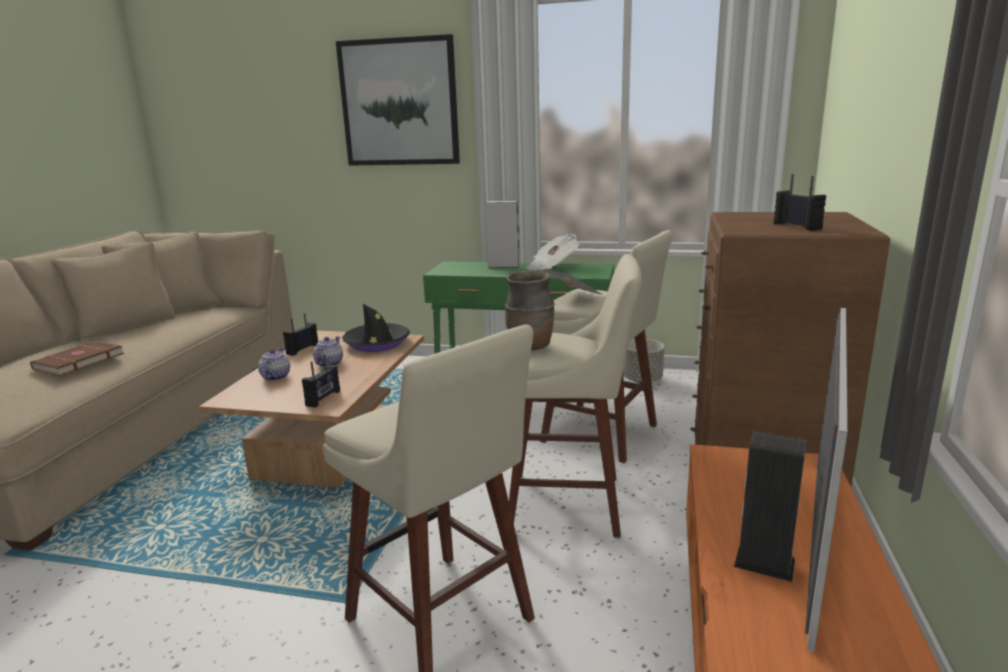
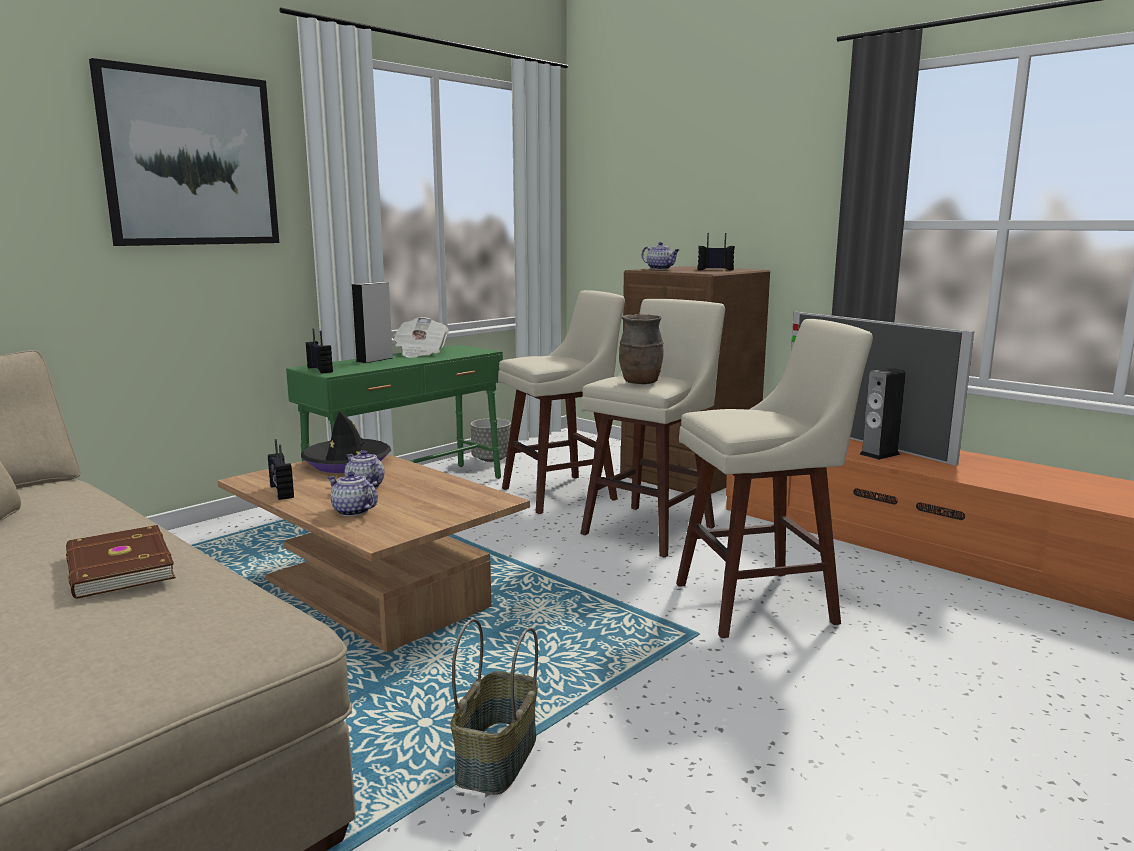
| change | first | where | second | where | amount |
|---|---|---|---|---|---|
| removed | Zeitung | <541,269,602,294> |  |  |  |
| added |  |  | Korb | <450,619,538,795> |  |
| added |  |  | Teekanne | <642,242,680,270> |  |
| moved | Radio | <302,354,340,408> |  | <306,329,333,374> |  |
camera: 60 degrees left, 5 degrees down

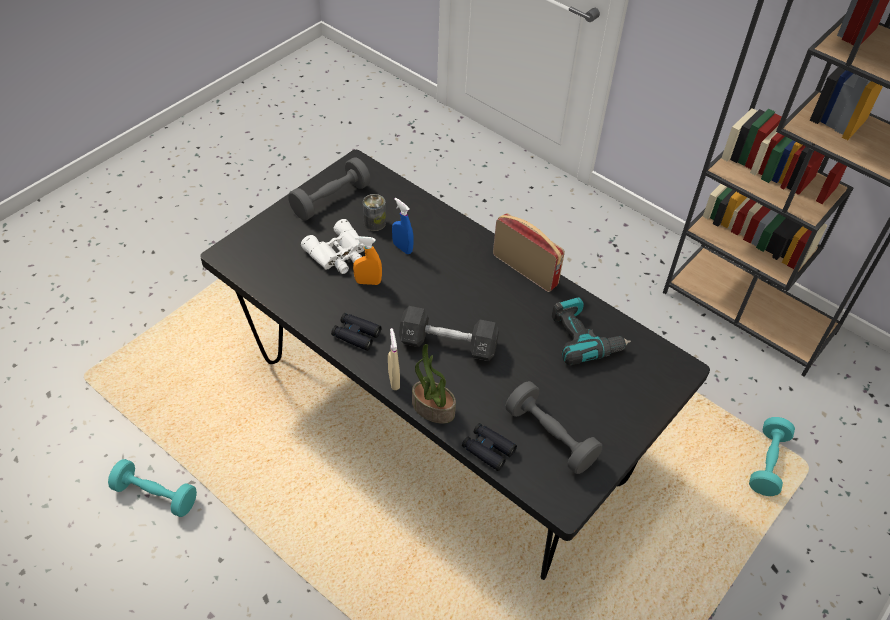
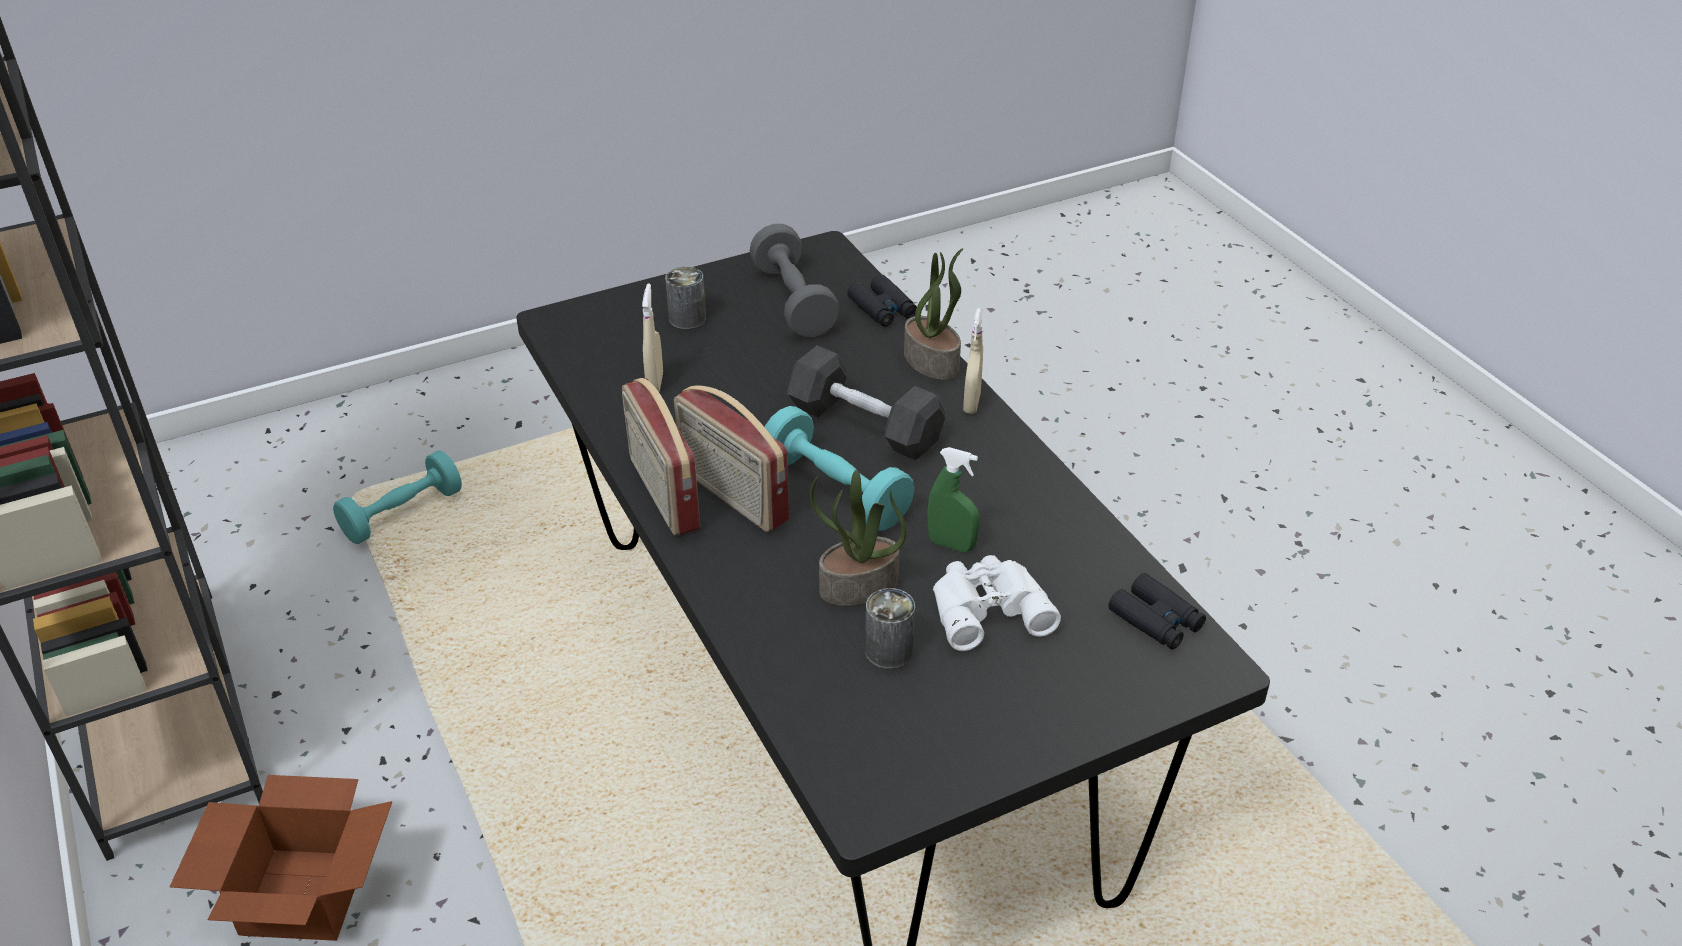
| change | first | where | second | where | amount |
|---|---|---|---|---|---|
| removed | Hantel/grau | <288,158,371,220> |  |  |  |
| added |  |  | Karton | <170,775,393,941> |  |
| added |  |  | Dose | <665,266,706,329> |  |
| added |  |  | Radio | <674,386,789,532> |  |
| moved | Hantel/türkis | <108,459,197,517> |  | <765,406,914,531> |  |
| moved | Fernglas/schwarz | <331,313,381,351> |  | <1108,573,1206,649> |  |
| replaced | Sprühflasche/blau | <392,198,414,254> | Topfpflanze | <810,470,907,606> |  |
| replaced | Bohrmaschine | <552,297,631,365> | Sprühflasche/beige | <642,284,663,392> |  |
| recoloured | Sprühflasche/orange | <353,236,382,285> | Sprühflasche/grün | <927,447,980,552> |  |
camera: 155 degrees left, 10 degrees down

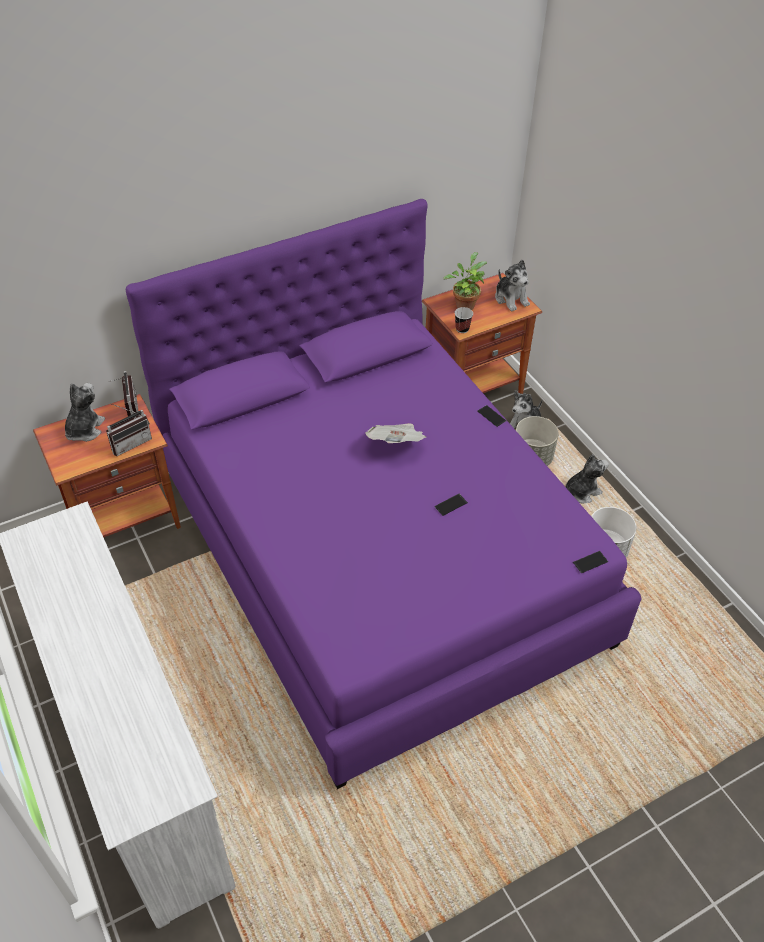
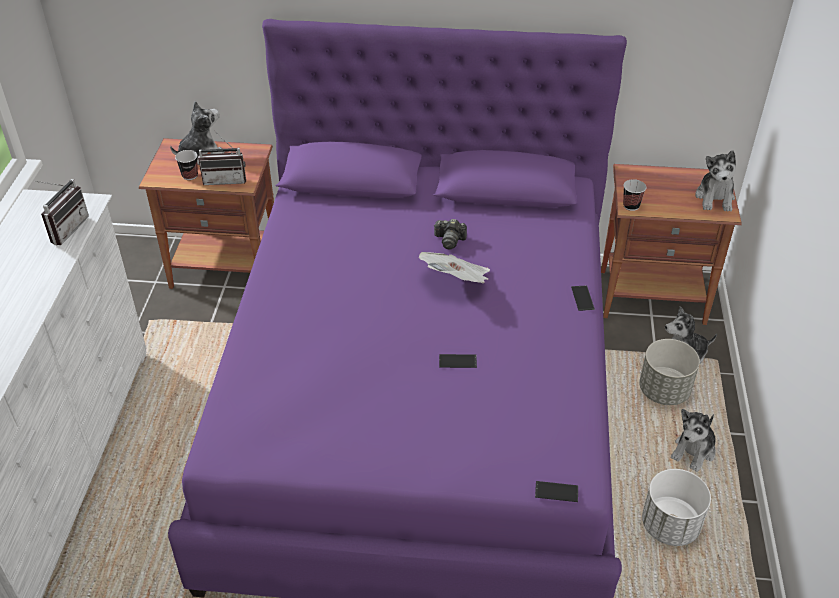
| change | first | where | second | where | amount |
|---|---|---|---|---|---|
| removed | Topfpflanze | <443,252,487,310> |  |  |  |
| added |  |  | Tasse | <175,150,198,180> |  |
| added |  |  | Kamera | <433,219,467,250> |  |
| moved | Radio | <108,371,138,416> |  | <35,179,89,245> |  |
| turned | Plüschtier | <565,454,609,504> |  | <671,409,716,472> | 120 degrees clockwise |
camera: 35 degrees right, 5 degrees down

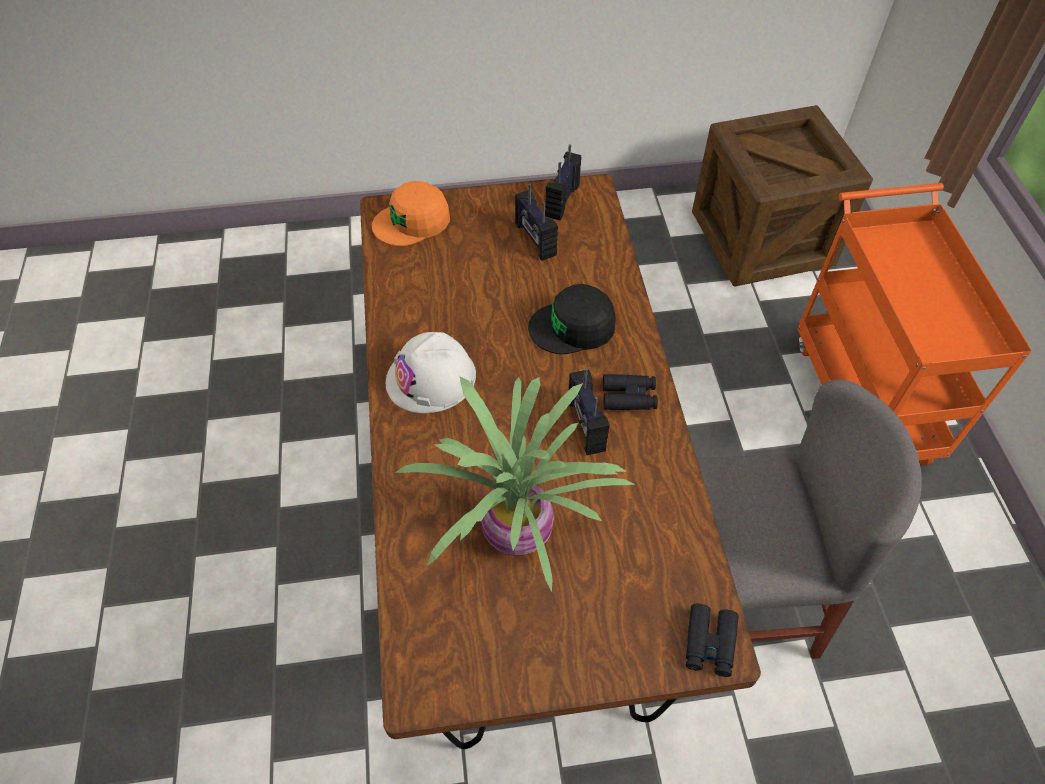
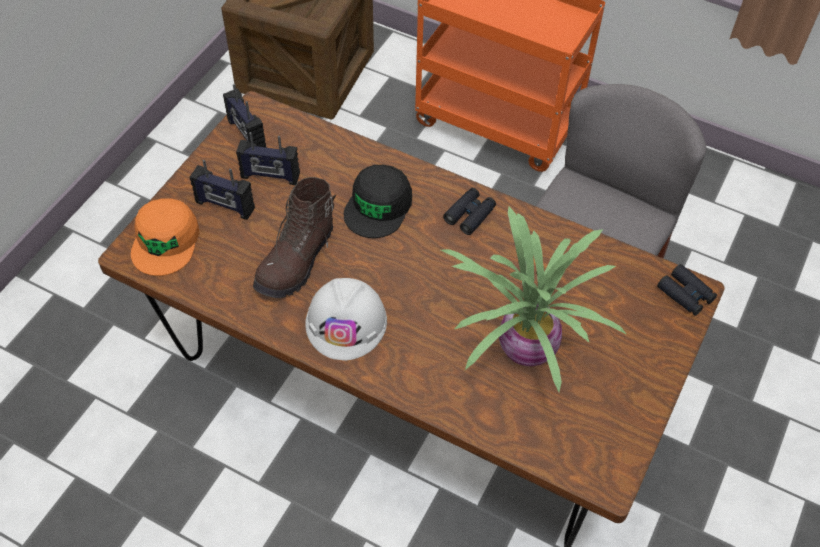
| change | first | where | second | where | amount |
|---|---|---|---|---|---|
| added |  |  | Stiefel/braun | <253,177,336,298> |  |
| moved | Radio | <568,368,610,455> |  | <190,160,255,220> |  |
camera: 55 degrees left, 0 degrees up

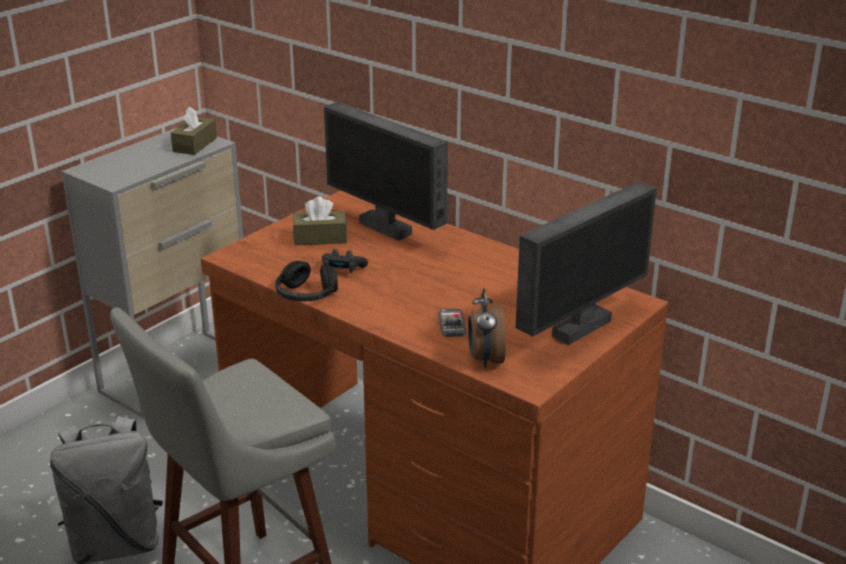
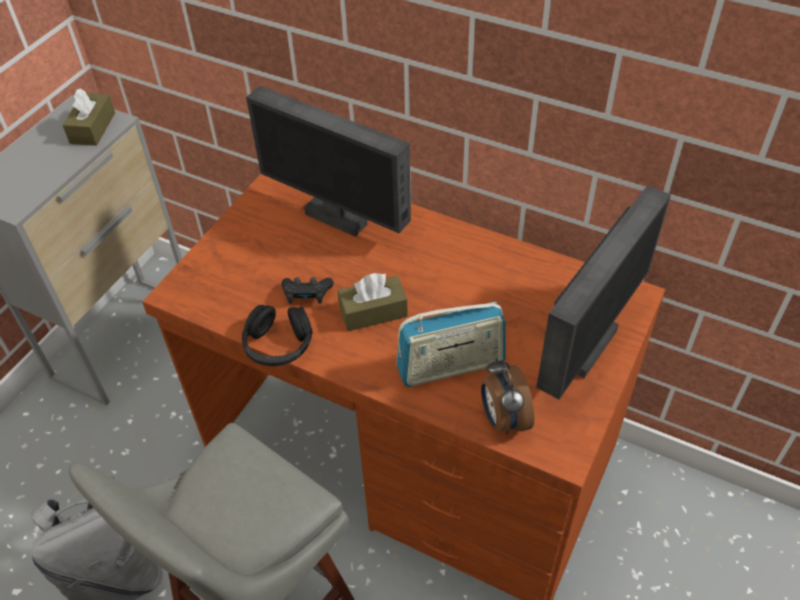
| change | first | where | second | where | amount |
|---|---|---|---|---|---|
| moved | Taschentuchbox/braun | <293,196,347,245> |  | <338,273,408,331> |  |
| replaced | Handy | <438,308,467,337> | Radio | <397,302,506,387> |  |
camera: 10 degrees left, 20 degrees up

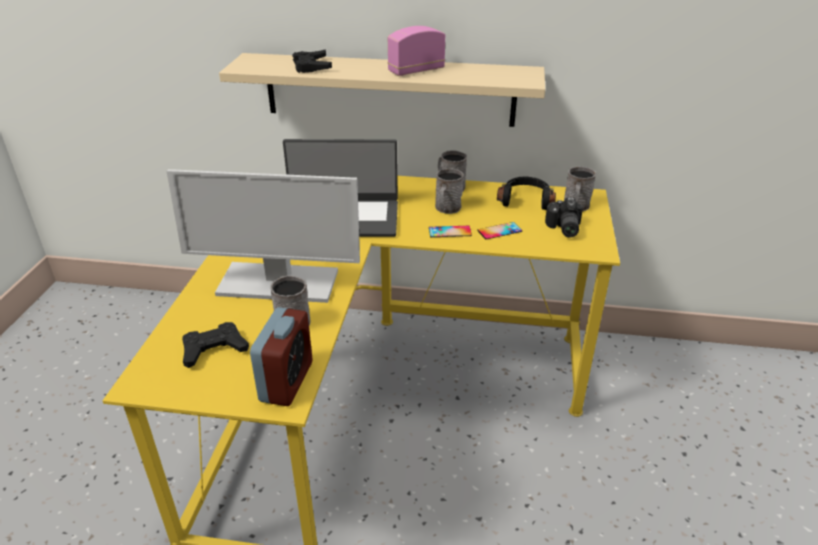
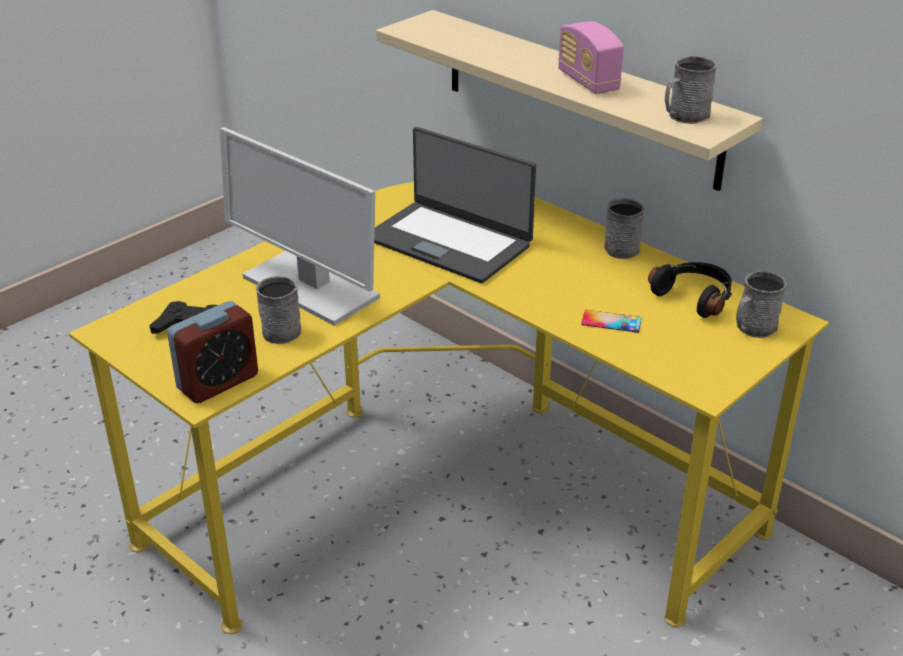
| change | first | where | second | where | amount |
|---|---|---|---|---|---|
| removed | Gamepad/schwarz | <292,49,332,73> |  |  |  |
| removed | Handy | <429,226,472,237> |  |  |  |
| removed | Kamera | <545,197,583,238> |  |  |  |
| moved | Henkelbecher/grau | <435,169,464,214> |  | <665,56,717,124> |  |
| turned | Radio | <388,26,445,76> |  | <558,21,624,94> | 120 degrees counterclockwise |
camera: 35 degrees right, 0 degrees up

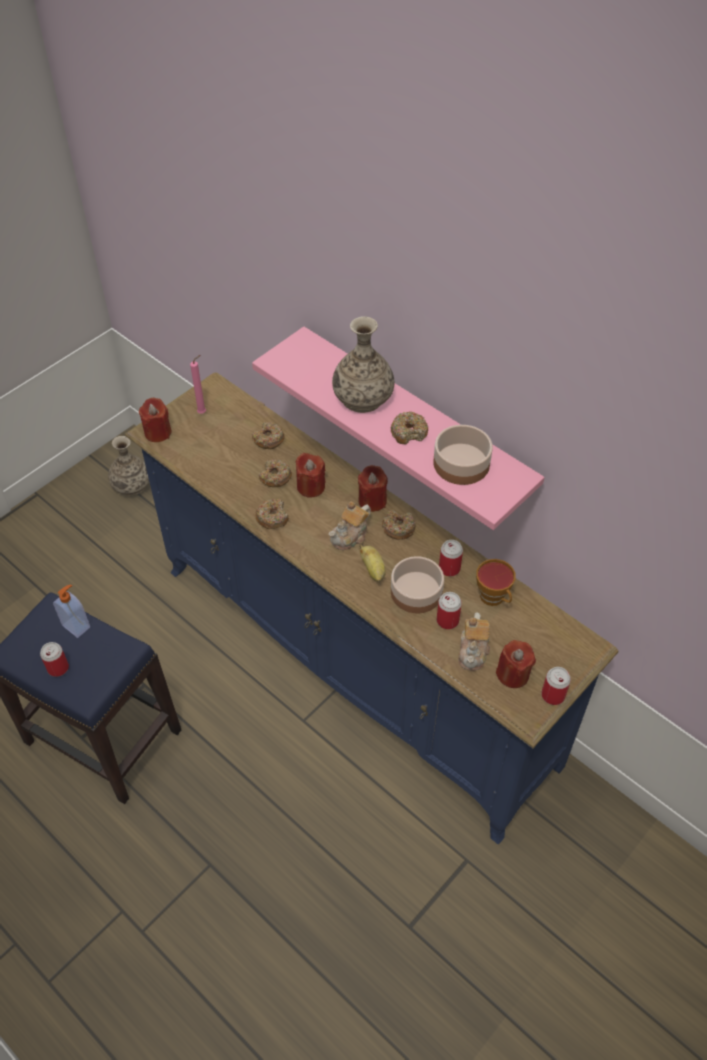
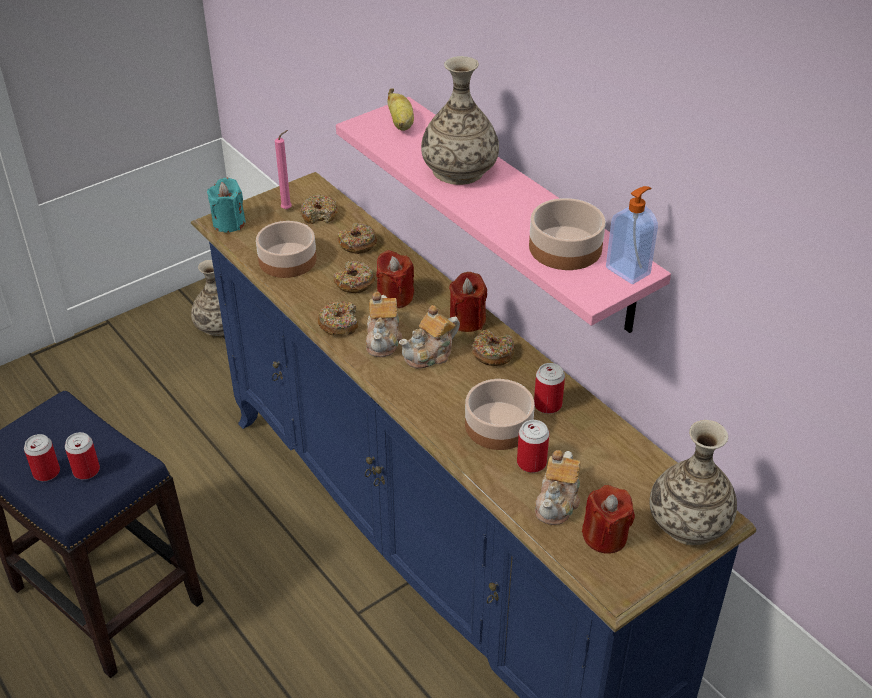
| change | first | where | second | where | amount |
|---|---|---|---|---|---|
| removed | Tasse | <476,559,516,606> |  |  |  |
| added |  |  | Schüssel | <256,221,316,278> |  |
| added |  |  | Teekanne | <366,291,402,357> |  |
| added |  |  | Vase | <650,420,737,546> |  |
| moved | Seifenspender | <53,584,90,638> |  | <606,186,658,284> |  |
| moved | Banane | <359,542,386,583> |  | <388,88,414,131> |  |
| moved | Donut | <390,412,428,445> |  | <301,194,338,224> |  |
| moved | Dose | <541,667,571,705> |  | <65,432,100,480> |  |
| recoloured | Kerze/rot | <139,398,171,442> | Kerze/türkis | <207,178,246,232> |  |
camera: 10 degrees right, 10 degrees down

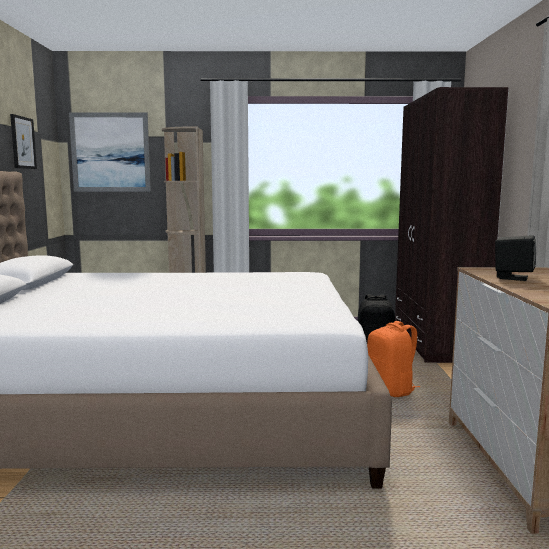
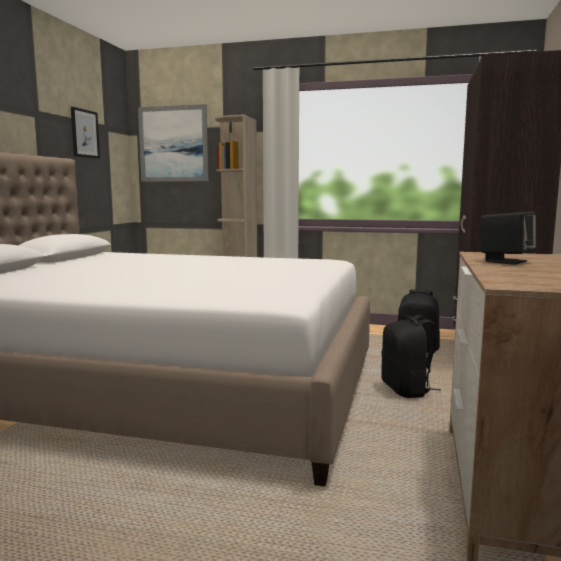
| change | first | where | second | where | amount |
|---|---|---|---|---|---|
| recoloured | Rucksack/orange | <367,321,420,397> | Rucksack/schwarz | <381,315,441,398> |  |
camera: 15 degrees right, 0 degrees up

